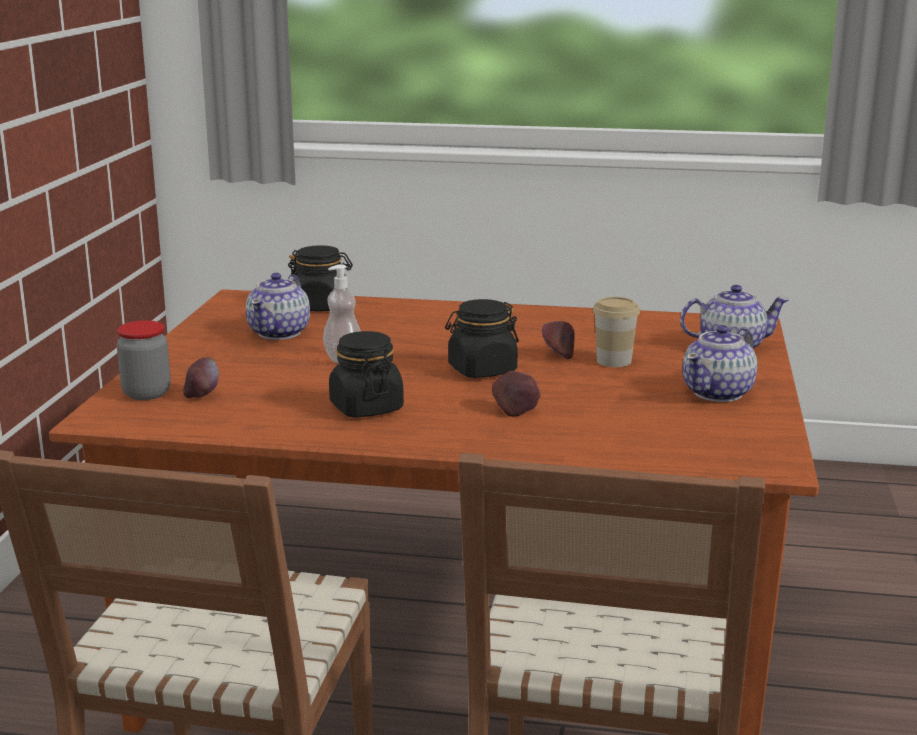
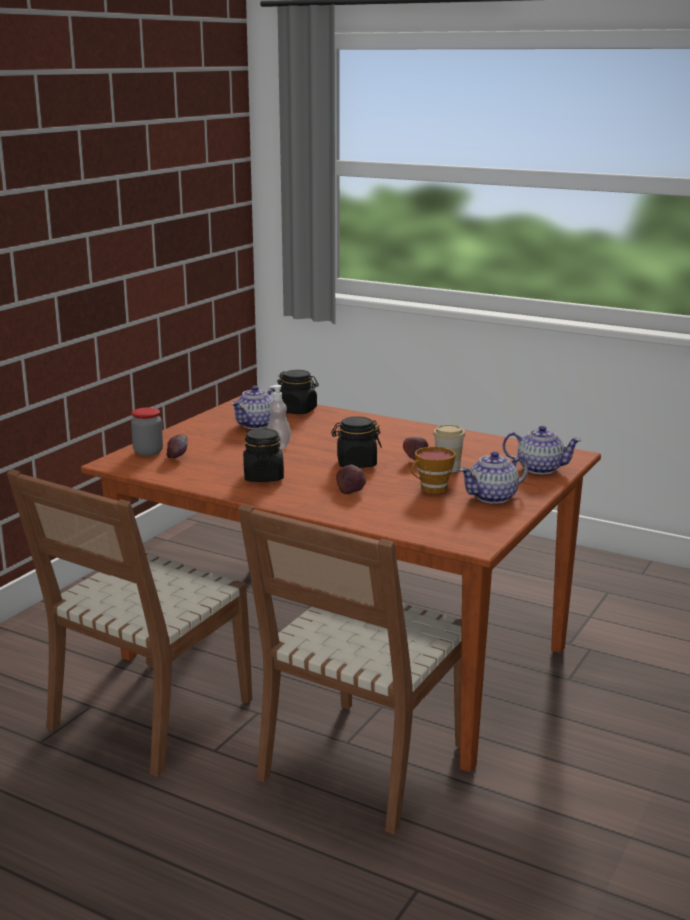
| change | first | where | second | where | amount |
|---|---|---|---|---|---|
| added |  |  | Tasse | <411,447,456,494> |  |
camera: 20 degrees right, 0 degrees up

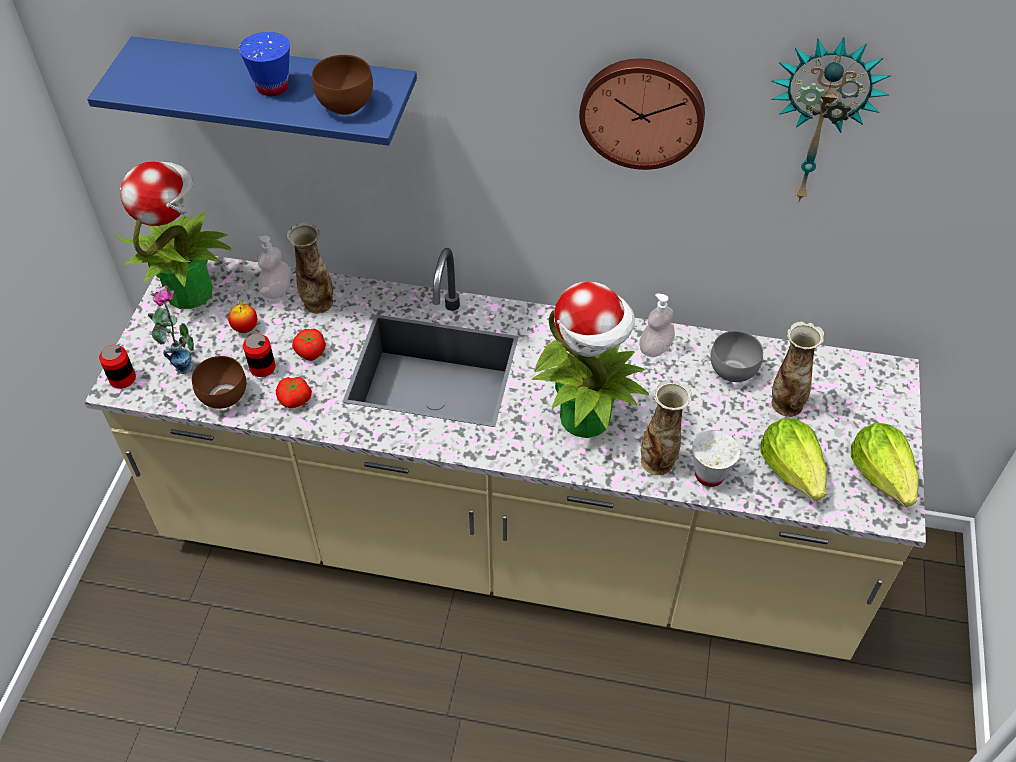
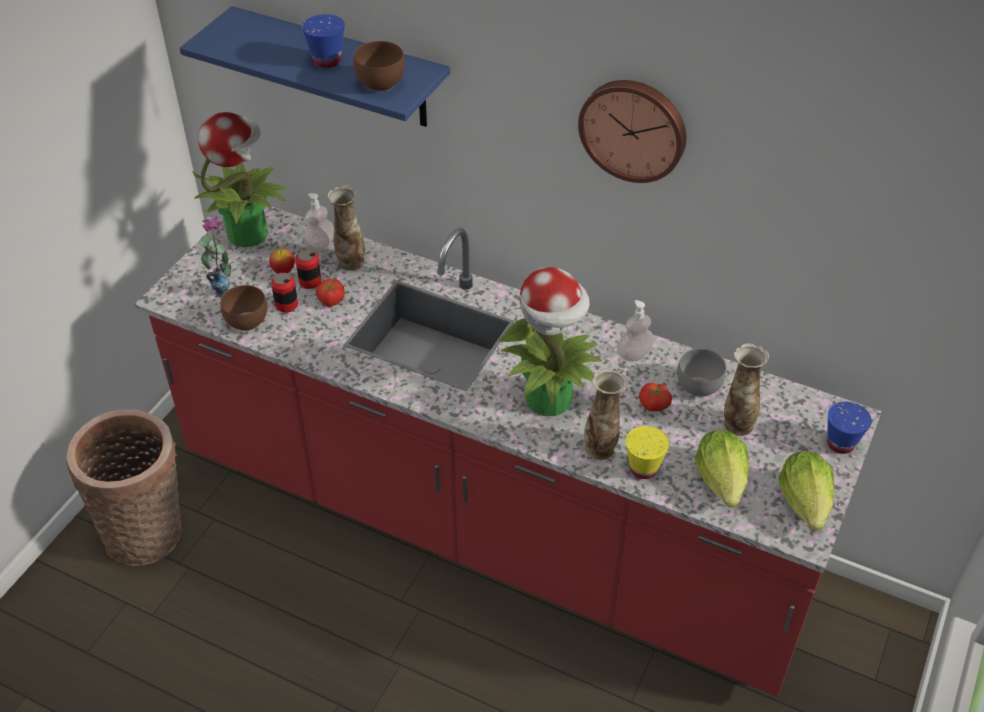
| change | first | where | second | where | amount |
|---|---|---|---|---|---|
| removed | Wanduhr | <771,37,891,202> |  |  |  |
| added |  |  | Korb | <66,409,182,567> |  |
| added |  |  | Tasse/blau | <827,402,871,454> |  |
| moved | Dose | <99,345,136,389> |  | <295,249,321,289> |  |
| moved | Tomate | <276,377,312,408> |  | <639,383,672,412> |  |
| recoloured | Küchenzeile/beige | <84,248,926,660> | Küchenzeile/rot | <134,206,882,697> |  |
| recoloured | Tasse/weiß | <692,430,740,487> | Tasse/gelb | <626,426,669,479> |  |
camera: 15 degrees right, 5 degrees down

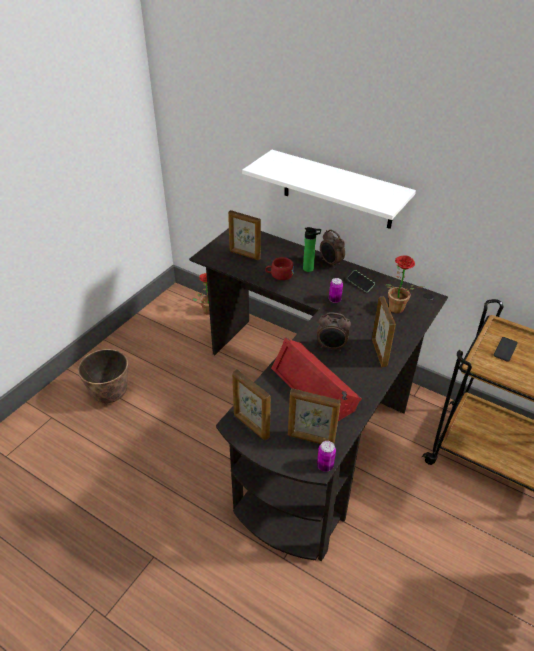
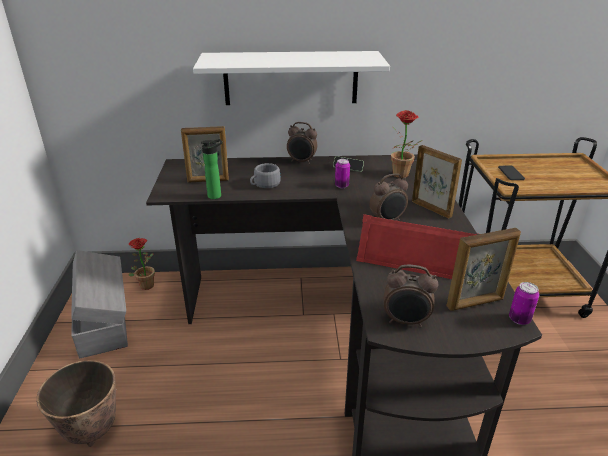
| change | first | where | second | where | amount |
|---|---|---|---|---|---|
| added |  |  | Aufbewahrungsbox/grau | <71,250,128,358> |  |
| moved | Flasche | <303,227,321,272> |  | <201,139,222,199> |  |
| replaced | Bilderrahmen | <232,369,271,441> | Wecker | <383,265,438,327> |  |
| recoloured | Tasse/rot | <265,257,294,280> | Tasse/grau | <250,163,281,188> |  |
camera: 35 degrees left, 10 degrees down

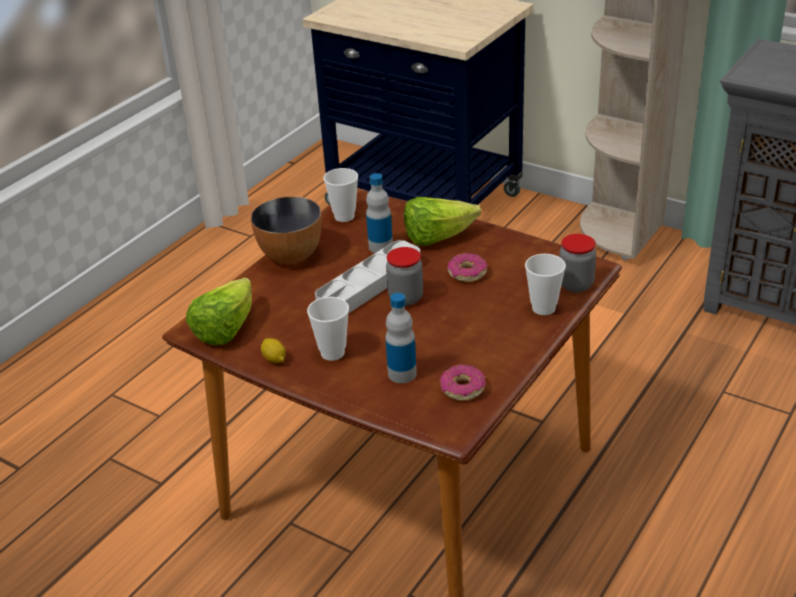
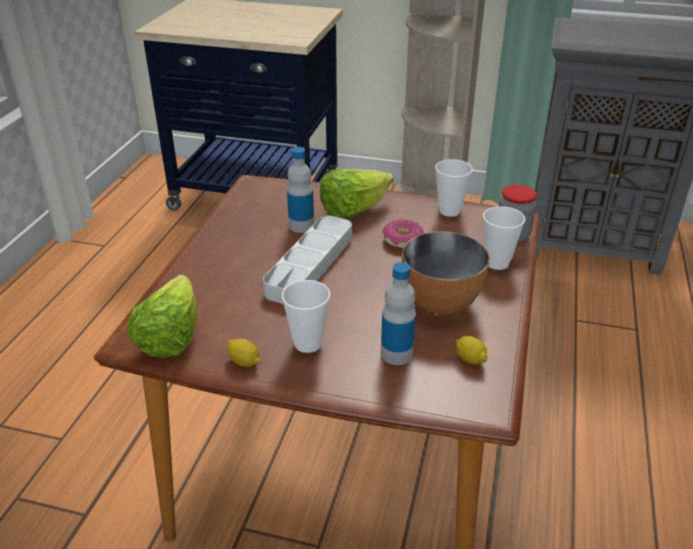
| change | first | where | second | where | amount |
|---|---|---|---|---|---|
| removed | Vorratsglas | <386,247,423,306> |  |  |  |
| moved | Schüssel | <250,196,322,264> |  | <402,232,490,314> |  |
| moved | Tasse | <323,168,358,222> |  | <435,159,473,217> |  |
| replaced | Donut | <440,364,486,401> | Zitrone | <455,336,488,365> |  |
camera: 20 degrees left, 0 degrees up

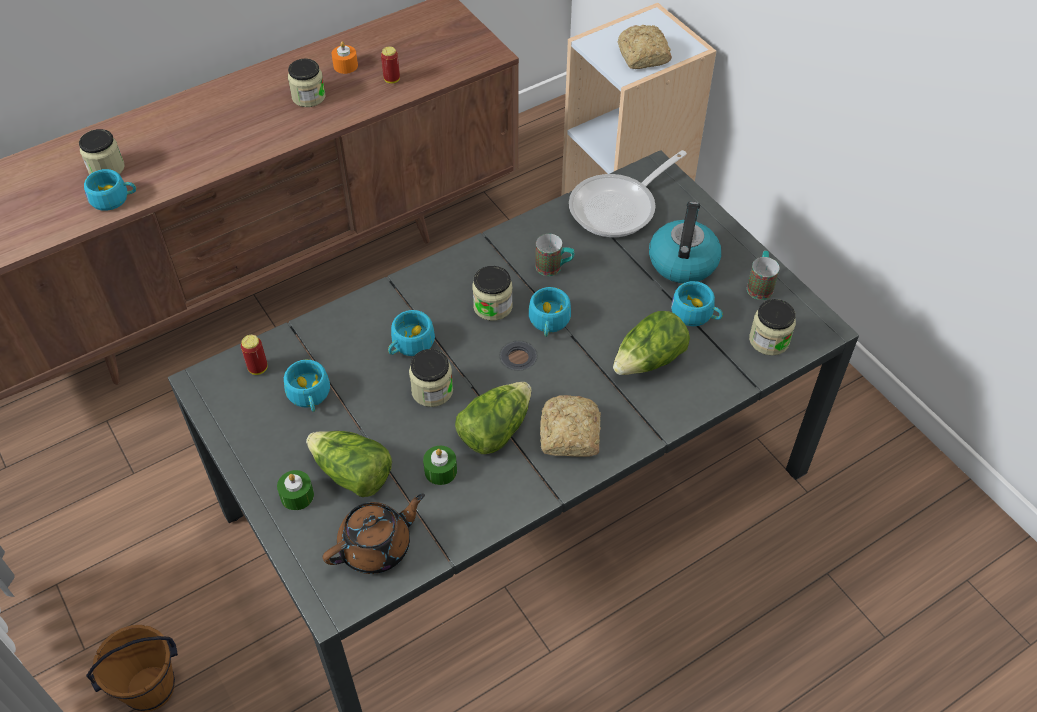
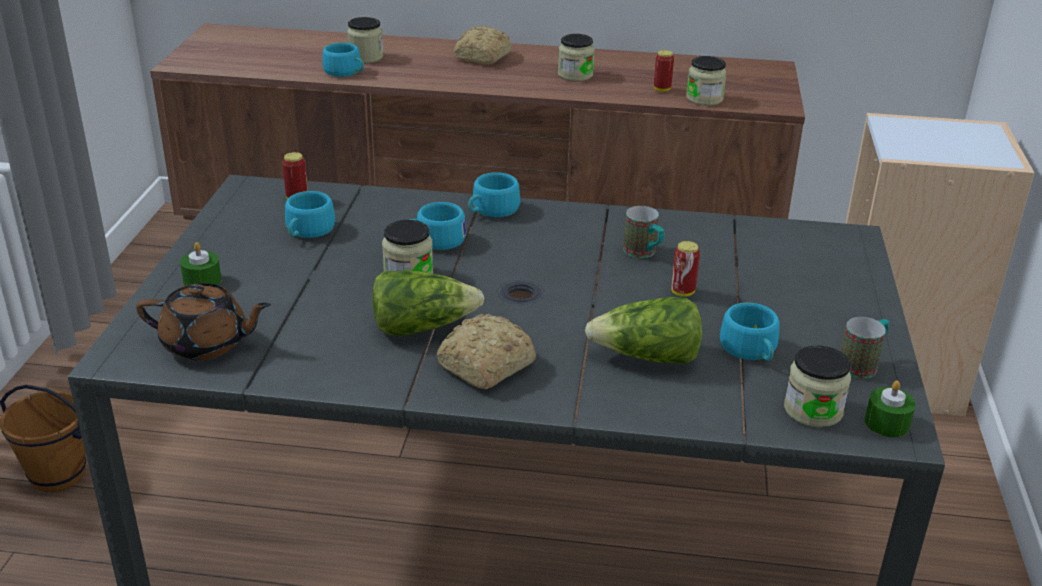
| change | first | where | second | where | amount |
|---|---|---|---|---|---|
| removed | Salatkopf | <306,431,392,497> |  |  |  |
| removed | Kerze/orange | <332,41,358,74> |  |  |  |
| removed | Pfanne | <569,150,687,237> |  |  |  |
| removed | Wasserkessel | <649,201,721,283> |  |  |  |
| added |  |  | Dose | <671,241,700,297> |  |
| moved | Kerze/grün | <423,446,457,485> |  | <865,380,916,437> |  |
| moved | Vorratsglas | <472,266,513,321> |  | <686,56,727,106> |  |
| moved | Tasse/türkis | <529,287,571,337> |  | <468,172,520,217> |  |
| moved | Brot | <618,25,672,69> |  | <454,26,512,65> |  |
camera: 40 degrees right, 20 degrees down

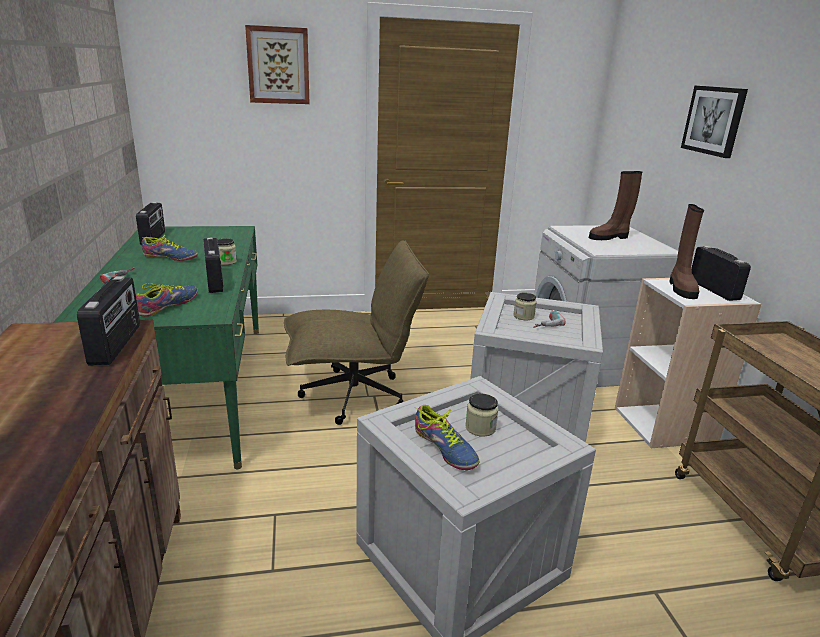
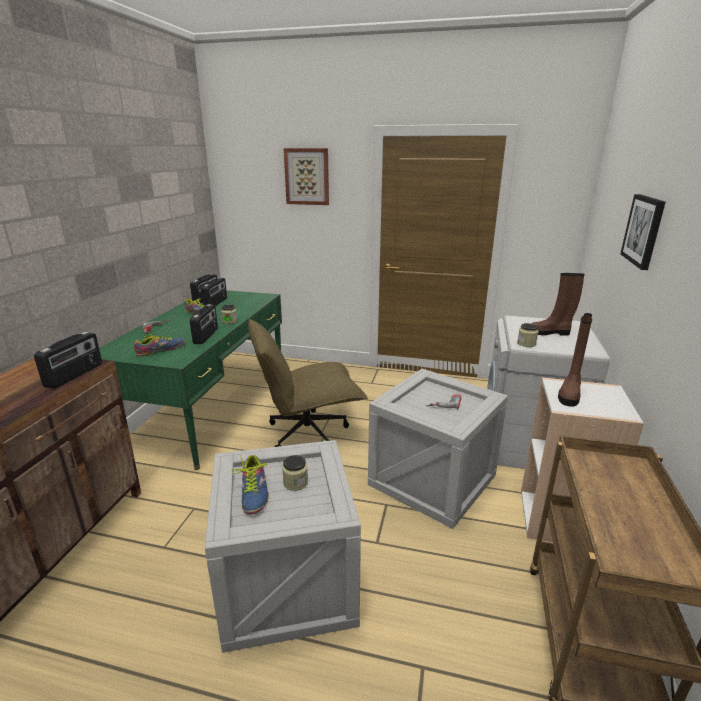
| change | first | where | second | where | amount |
|---|---|---|---|---|---|
| moved | Vorratsglas | <513,292,537,320> |  | <517,323,538,347> |  |
| moved | Radio | <691,246,751,301> |  | <201,277,227,306> |  |
| turned | Bürostuhl/beige | <284,240,429,425> |  | <248,319,368,447> | 150 degrees clockwise |
camera: 25 degrees right, 0 degrees up

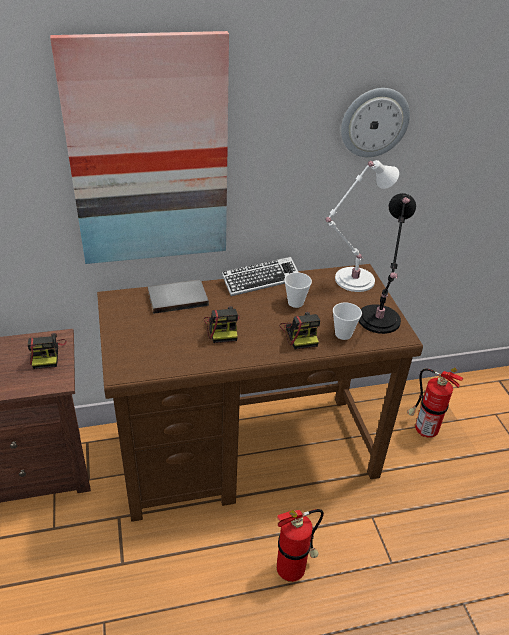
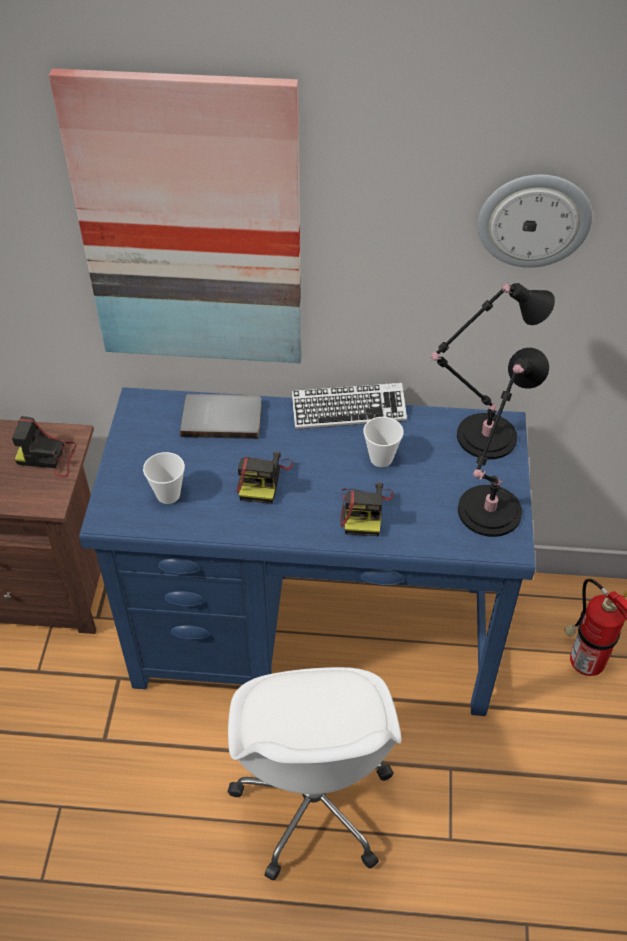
| change | first | where | second | where | amount |
|---|---|---|---|---|---|
| moved | Tasse | <333,303,362,340> |  | <143,452,185,504> |  |
| replaced | Feuerlöscher | <277,509,324,582> | Bürostuhl/weiß | <227,667,401,881> |  |
| recoloured | Schreibtisch/braun | <97,264,423,522> | Schreibtisch/blau | <79,387,535,716> |  |
| recoloured | Tischlampe/weiß | <326,160,399,292> | Tischlampe/schwarz | <431,283,555,459> |  |
| turned | Kamera | <28,333,67,369> |  | <12,416,76,478> | 90 degrees clockwise |
camera: 20 degrees right, 10 degrees up

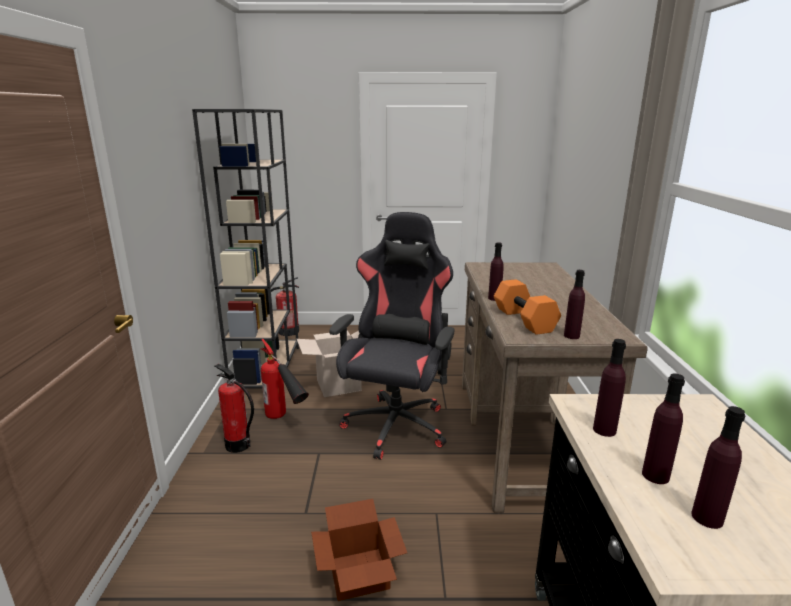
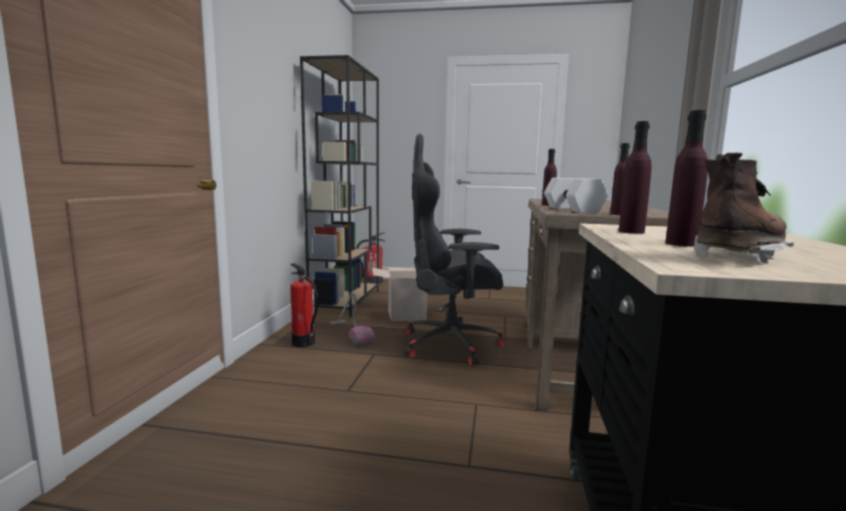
| change | first | where | second | where | amount |
|---|---|---|---|---|---|
| removed | Karton | <311,499,407,601> |  |  |  |
| replaced | Feuerlöscher | <261,339,309,419> | Staubsauger | <330,292,375,345> |  |
| replaced | Flasche/lila | <691,406,745,529> | Stiefel/braun | <694,153,794,264> |  |
| recoloured | Hantel/orange | <494,279,561,335> | Hantel/weiß | <544,178,608,213> |  |
| turned | Bürostuhl/schwarz | <329,212,454,460> |  | <404,134,506,366> | 120 degrees counterclockwise |
camera: 10 degrees right, 10 degrees down

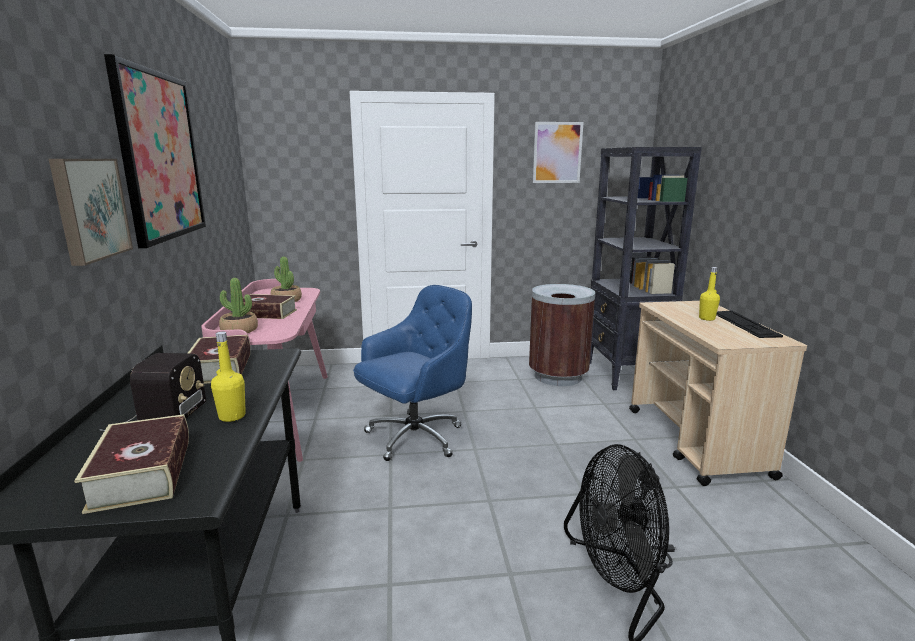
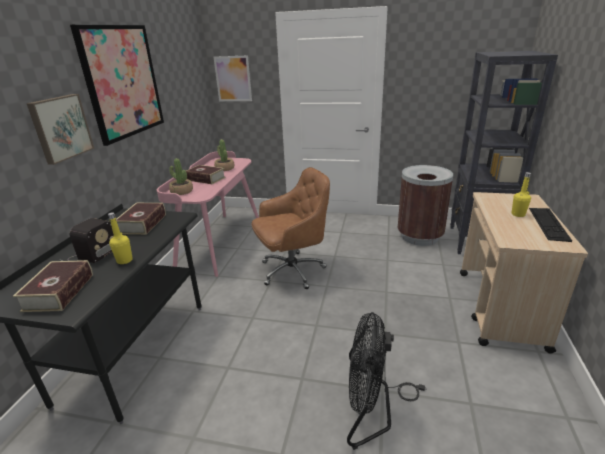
| change | first | where | second | where | amount |
|---|---|---|---|---|---|
| moved | Bild | <533,122,583,183> |  | <214,56,252,101> |  |
| recoloured | Bürostuhl/blau | <353,285,472,461> | Bürostuhl/braun | <251,167,330,289> |  |
camera: 20 degrees right, 10 degrees up

